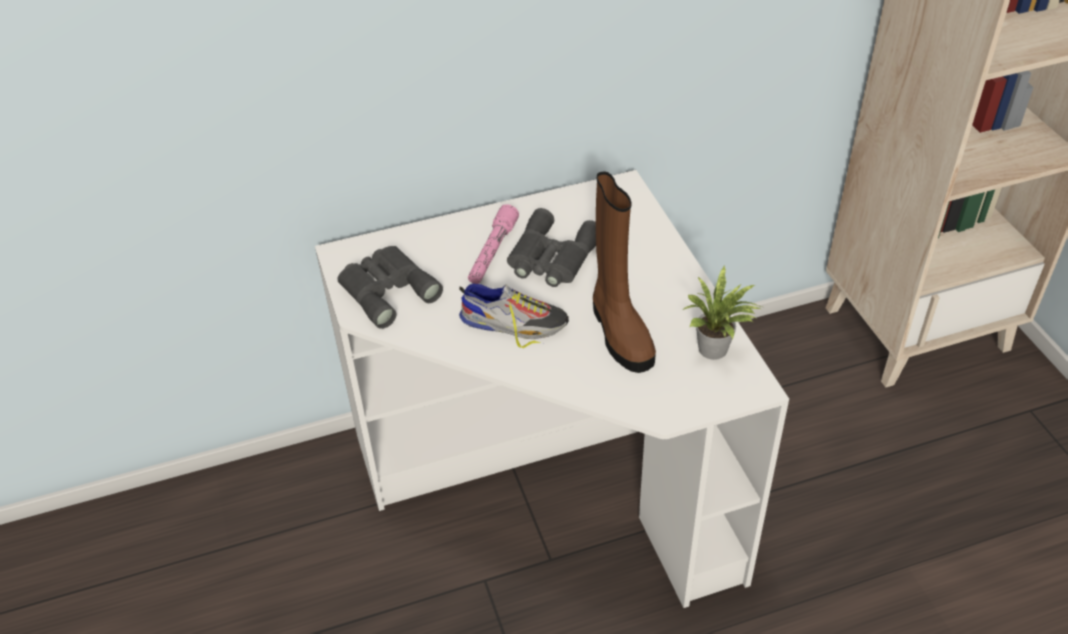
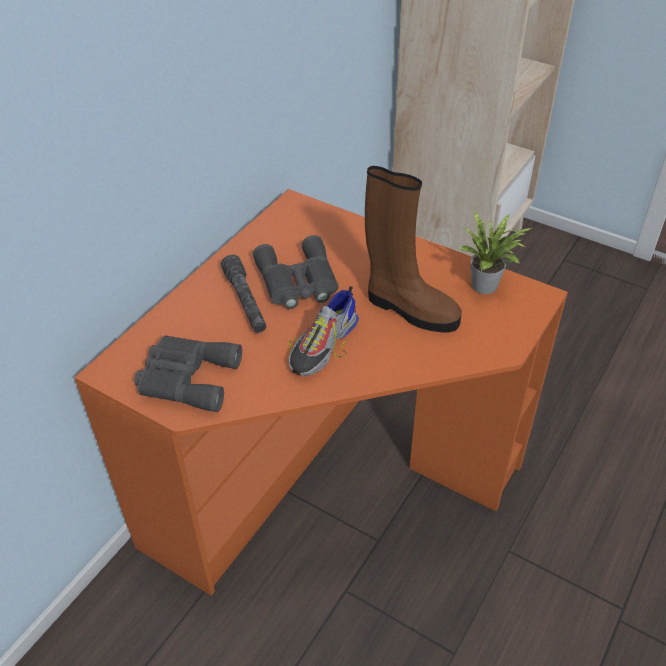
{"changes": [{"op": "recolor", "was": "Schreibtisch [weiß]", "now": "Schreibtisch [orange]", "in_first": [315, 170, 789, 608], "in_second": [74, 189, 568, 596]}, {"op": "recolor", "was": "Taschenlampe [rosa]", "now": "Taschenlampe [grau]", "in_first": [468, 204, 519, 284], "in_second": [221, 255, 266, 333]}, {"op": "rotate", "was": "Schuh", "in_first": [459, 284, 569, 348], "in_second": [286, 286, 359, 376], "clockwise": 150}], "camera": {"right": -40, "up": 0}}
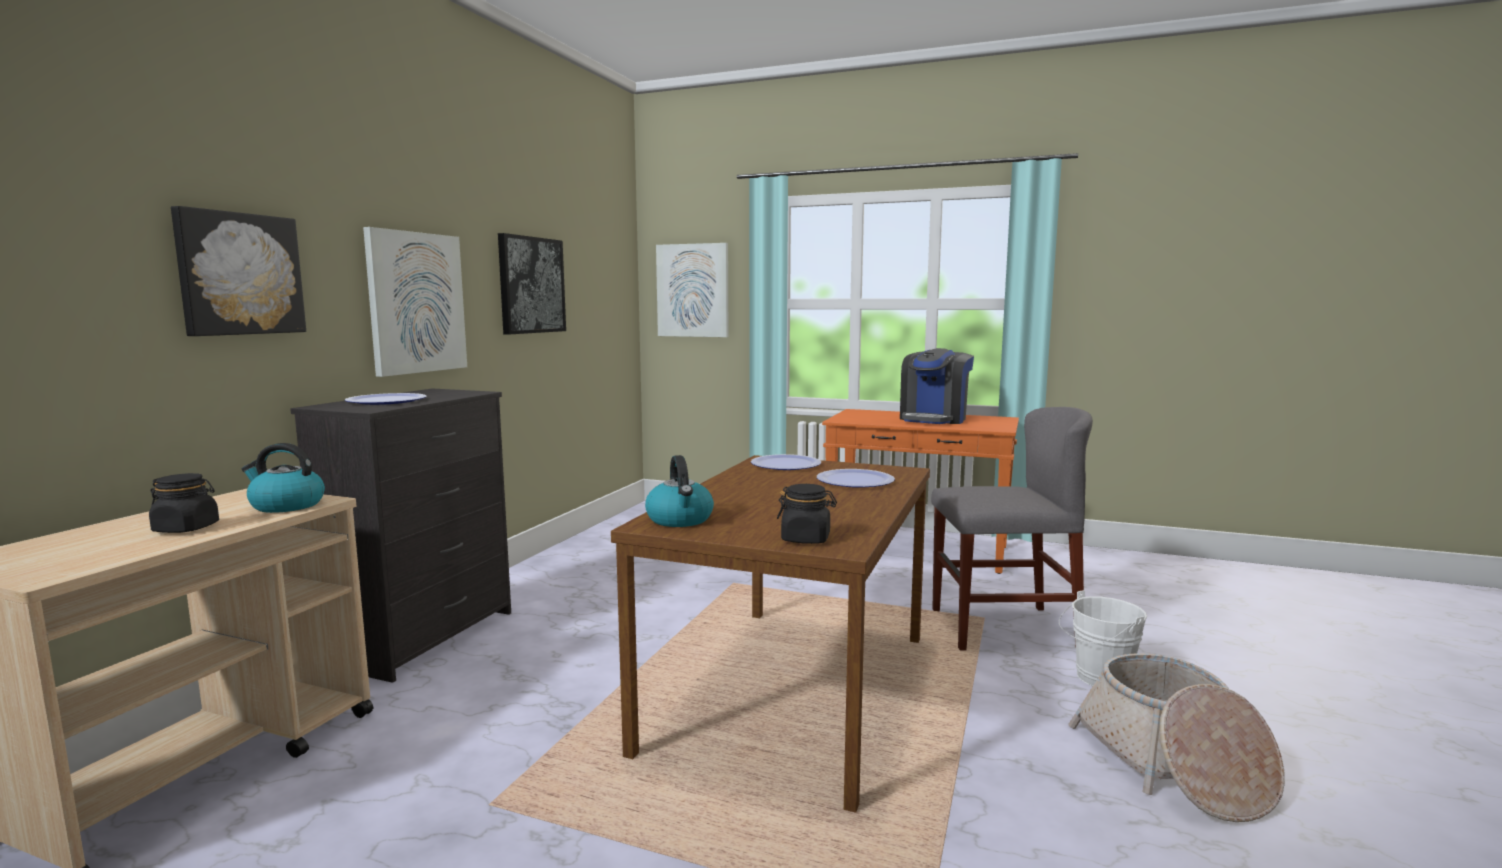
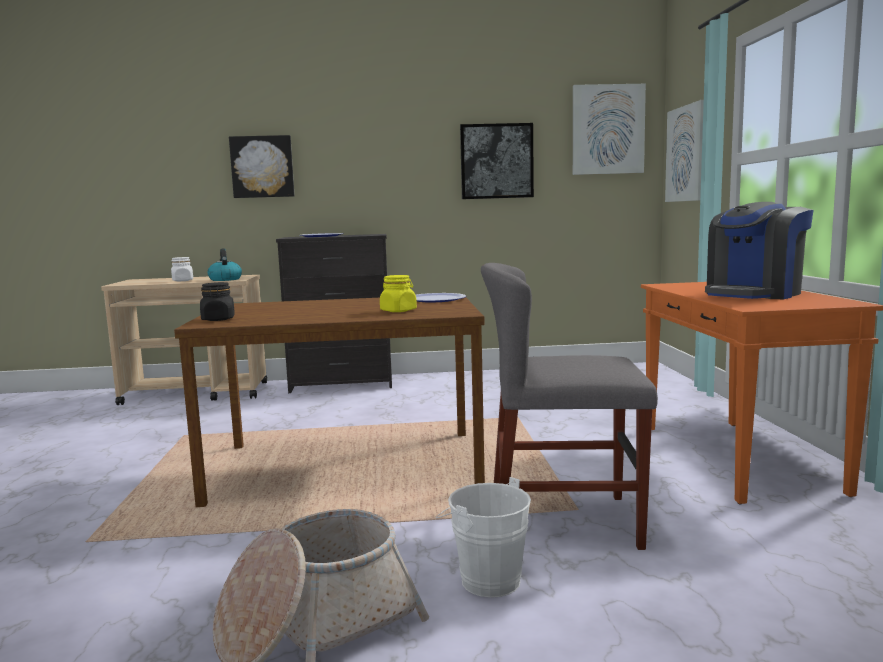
{"changes": [{"op": "delete", "was": "Wasserkessel", "in_first": [645, 455, 714, 527]}, {"op": "move", "was": "Bild", "in_first": [363, 227, 467, 377], "in_second": [573, 84, 646, 175]}, {"op": "replace", "was": "Teller", "now": "Vorratsglas [gelb]", "in_first": [817, 469, 895, 488], "in_second": [380, 275, 417, 312]}, {"op": "recolor", "was": "Vorratsglas [schwarz]", "now": "Vorratsglas [weiß]", "in_first": [149, 473, 219, 533], "in_second": [171, 257, 193, 281]}, {"op": "rotate", "was": "Kaffeemaschine", "in_first": [900, 348, 974, 424], "in_second": [705, 202, 814, 299], "clockwise": -45}, {"op": "rotate", "was": "Stuhl [grau]", "in_first": [931, 407, 1093, 650], "in_second": [481, 263, 658, 550], "clockwise": 120}], "camera": {"right": 65, "up": 0}}
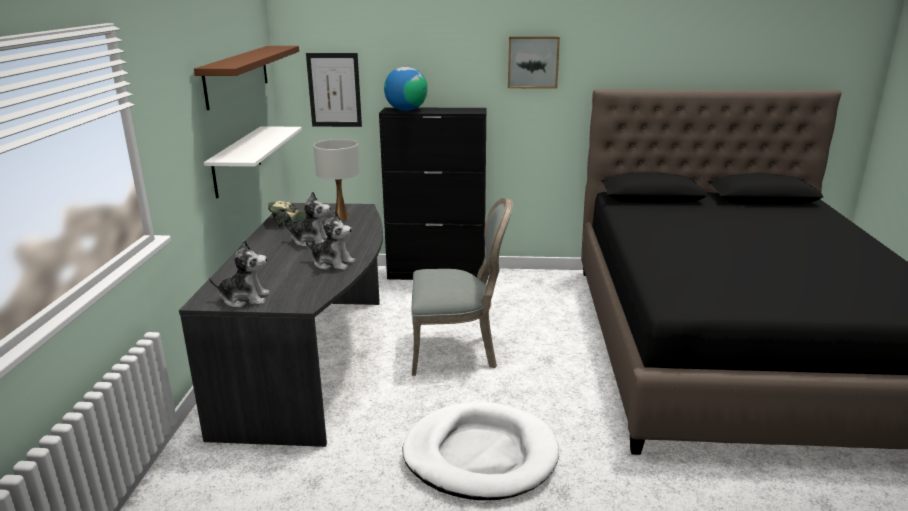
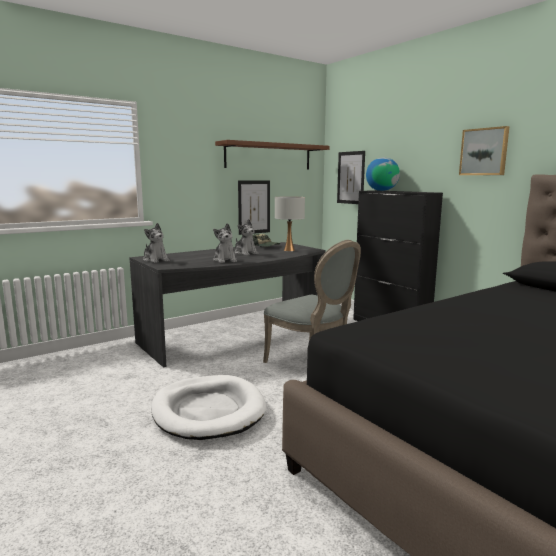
{"changes": [{"op": "replace", "was": "Wandregal [weiß]", "now": "Bild", "in_first": [204, 126, 302, 198], "in_second": [238, 181, 270, 235]}], "camera": {"right": 50, "up": -10}}
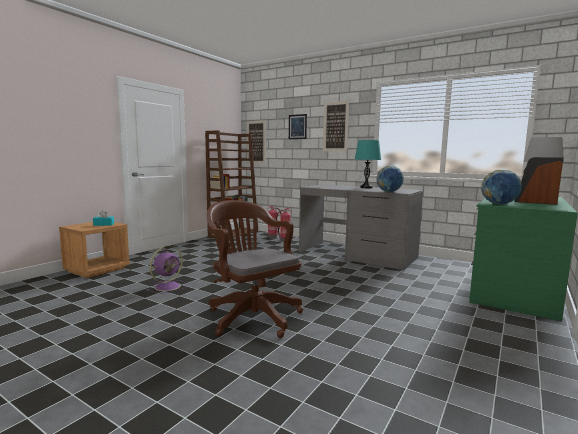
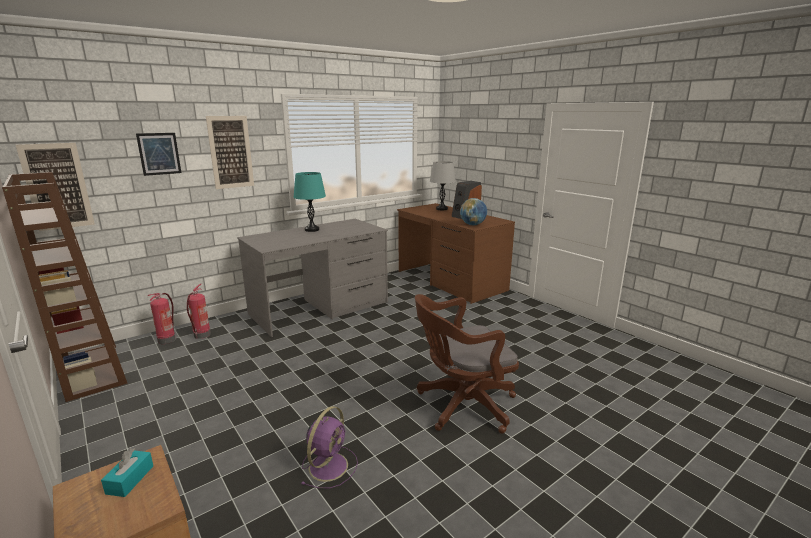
{"changes": [{"op": "delete", "was": "Globus", "in_first": [376, 165, 404, 192]}, {"op": "recolor", "was": "Schreibtisch [grün]", "now": "Schreibtisch [braun]", "in_first": [469, 197, 578, 321], "in_second": [397, 203, 515, 304]}, {"op": "rotate", "was": "Ventilator [lila]", "in_first": [147, 245, 187, 293], "in_second": [301, 406, 358, 489], "clockwise": 60}], "camera": {"right": -70, "up": 10}}
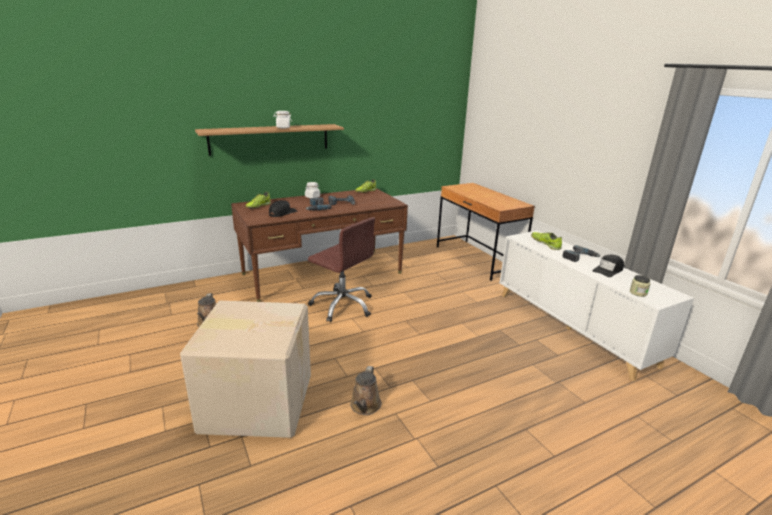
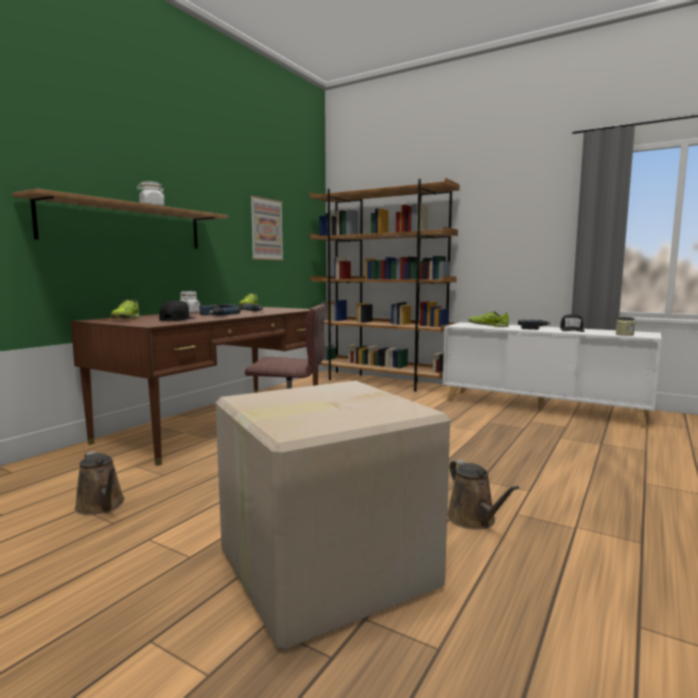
{"changes": [{"op": "insert", "now": "Bild", "in_second": [250, 196, 284, 260]}, {"op": "replace", "was": "Schreibtisch [braun]", "now": "Bücherregal [braun]", "in_first": [437, 183, 535, 281], "in_second": [310, 178, 460, 392]}], "camera": {"right": -30, "up": -15}}
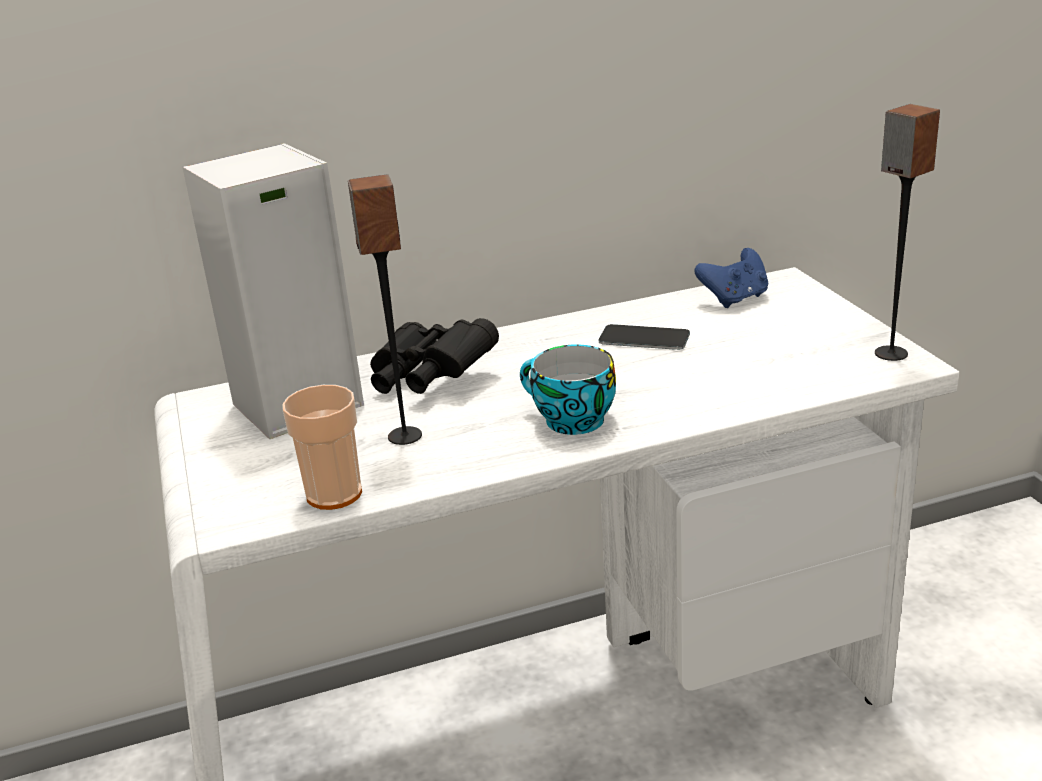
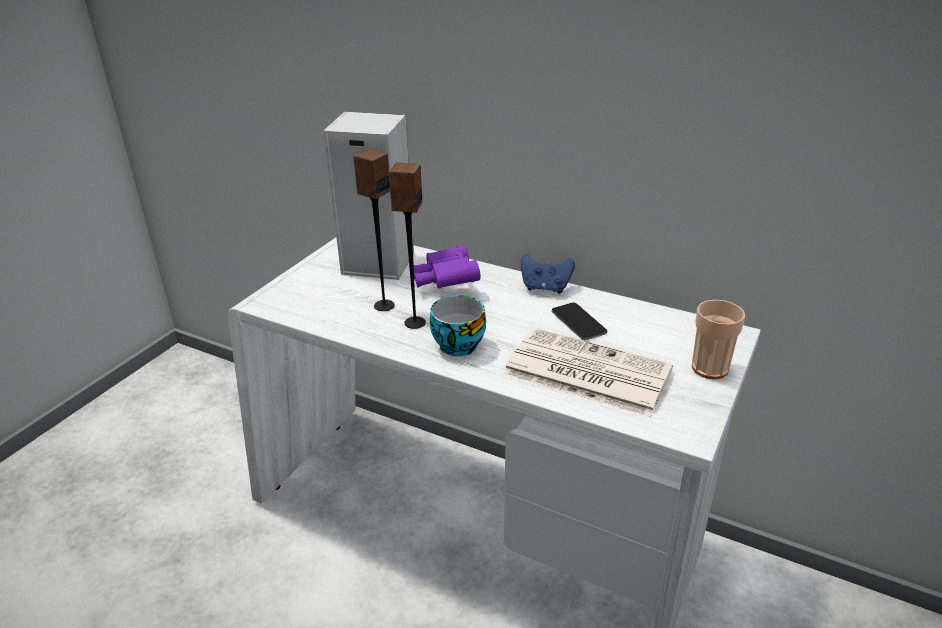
{"changes": [{"op": "insert", "now": "Zeitung", "in_second": [503, 328, 673, 417]}, {"op": "move", "was": "Tasse", "in_first": [282, 385, 362, 510], "in_second": [692, 300, 745, 379]}, {"op": "move", "was": "Gamepad [blau]", "in_first": [694, 248, 768, 308], "in_second": [521, 254, 575, 293]}, {"op": "move", "was": "Lautsprecher", "in_first": [875, 104, 940, 361], "in_second": [389, 163, 426, 329]}, {"op": "recolor", "was": "Fernglas [schwarz]", "now": "Fernglas [lila]", "in_first": [370, 318, 499, 394], "in_second": [414, 245, 481, 288]}], "camera": {"right": 45, "up": 5}}
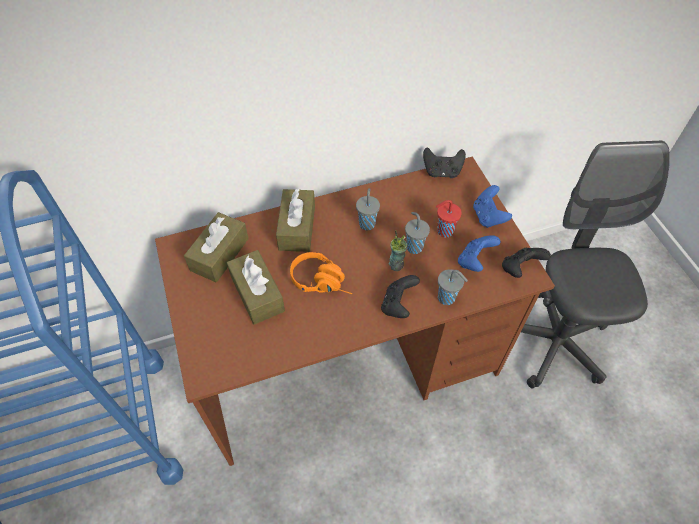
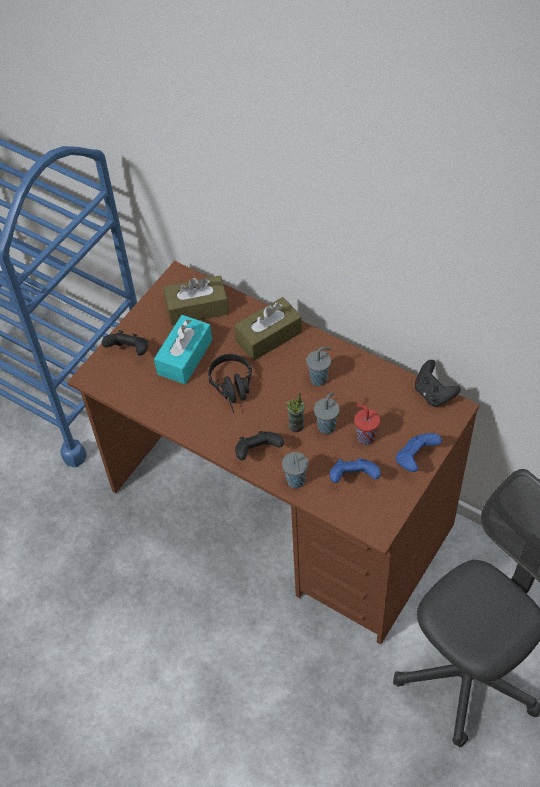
{"changes": [{"op": "move", "was": "Gamepad [schwarz]", "in_first": [502, 248, 551, 278], "in_second": [102, 330, 148, 356]}, {"op": "recolor", "was": "Taschentuchbox [braun]", "now": "Taschentuchbox [türkis]", "in_first": [227, 250, 285, 325], "in_second": [154, 315, 212, 384]}, {"op": "recolor", "was": "Kopfhörer [orange]", "now": "Kopfhörer [schwarz]", "in_first": [290, 252, 352, 294], "in_second": [209, 354, 252, 413]}], "camera": {"right": 55, "up": 0}}
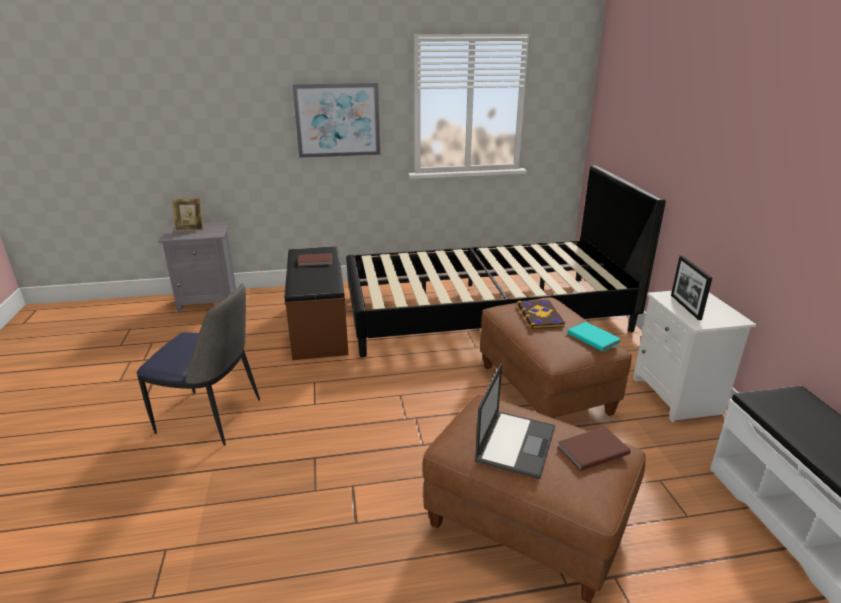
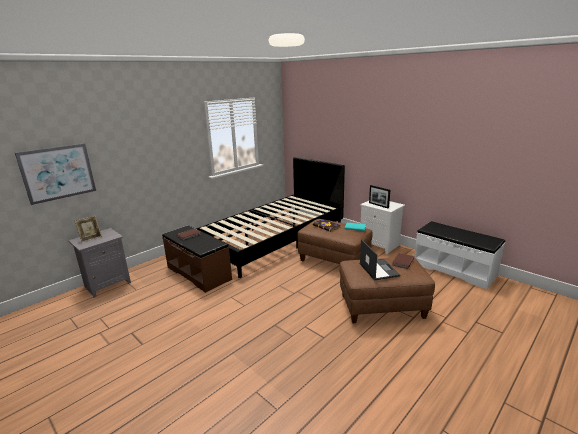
{"changes": [{"op": "delete", "was": "Stuhl", "in_first": [136, 283, 260, 446]}, {"op": "move", "was": "Bild", "in_first": [292, 83, 380, 158], "in_second": [15, 143, 96, 205]}], "camera": {"right": -35, "up": -5}}
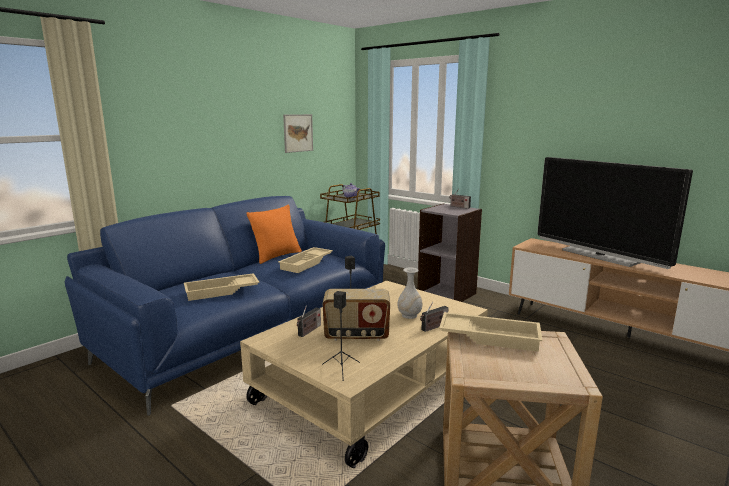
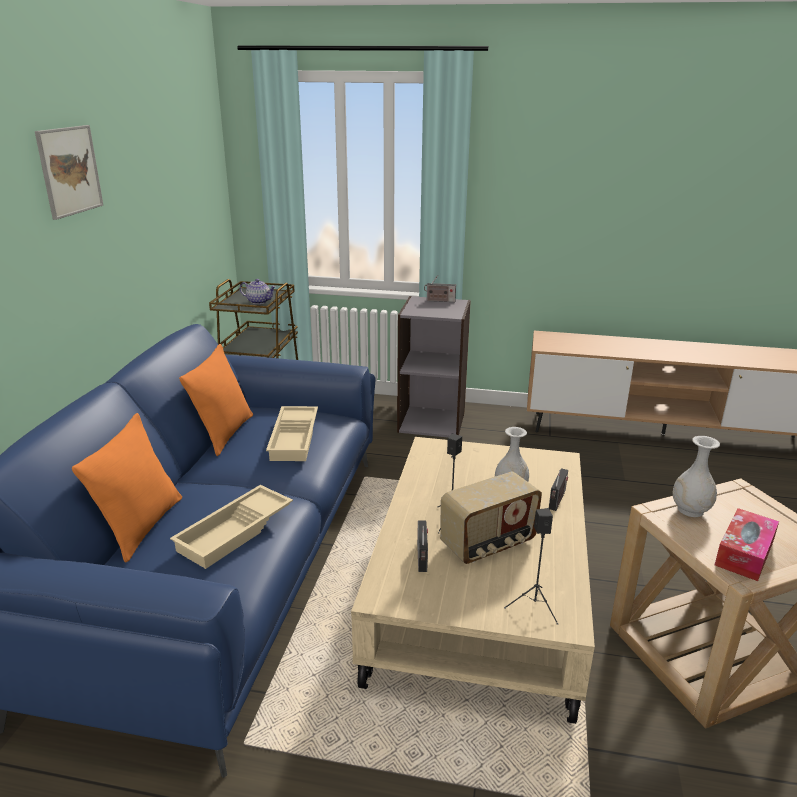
{"changes": [{"op": "delete", "was": "Fernseher", "in_first": [537, 157, 693, 269]}, {"op": "insert", "now": "Kissen [orange]", "in_second": [72, 413, 182, 562]}, {"op": "insert", "now": "Taschentuchbox", "in_second": [715, 508, 779, 581]}, {"op": "move", "was": "Bild", "in_first": [283, 114, 313, 153], "in_second": [35, 125, 103, 220]}, {"op": "replace", "was": "Tablett [beige]", "now": "Vase [weiß]", "in_first": [439, 312, 542, 352], "in_second": [673, 436, 720, 517]}], "camera": {"right": -30, "up": 10}}
